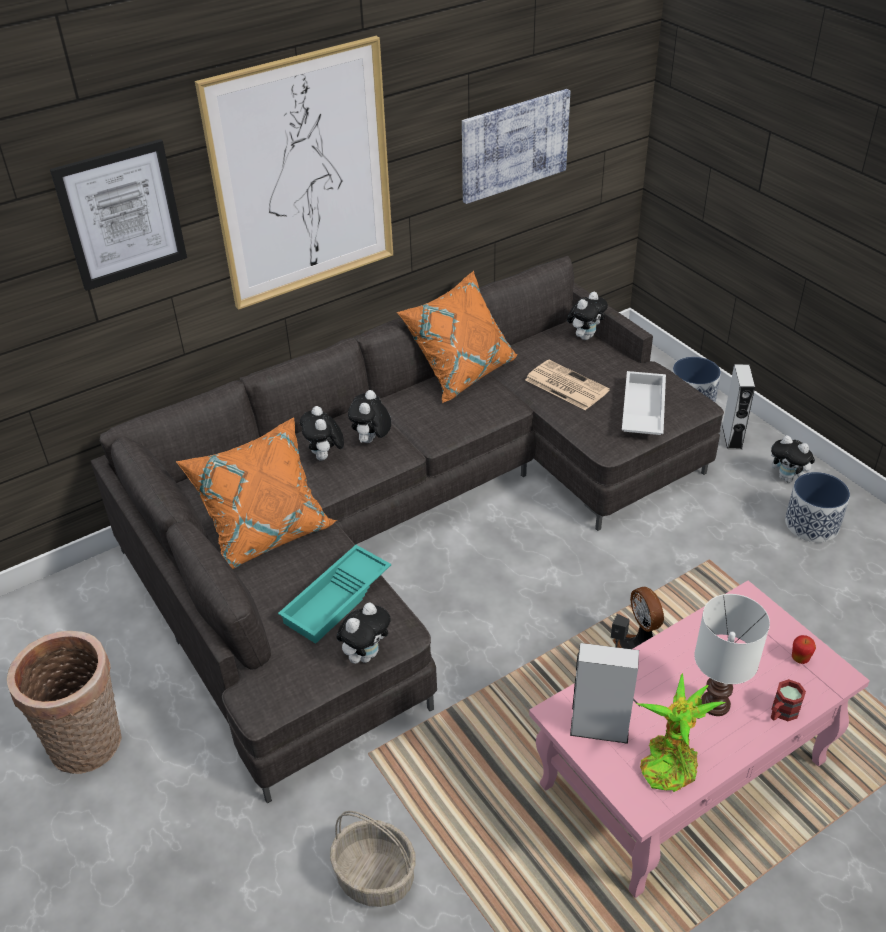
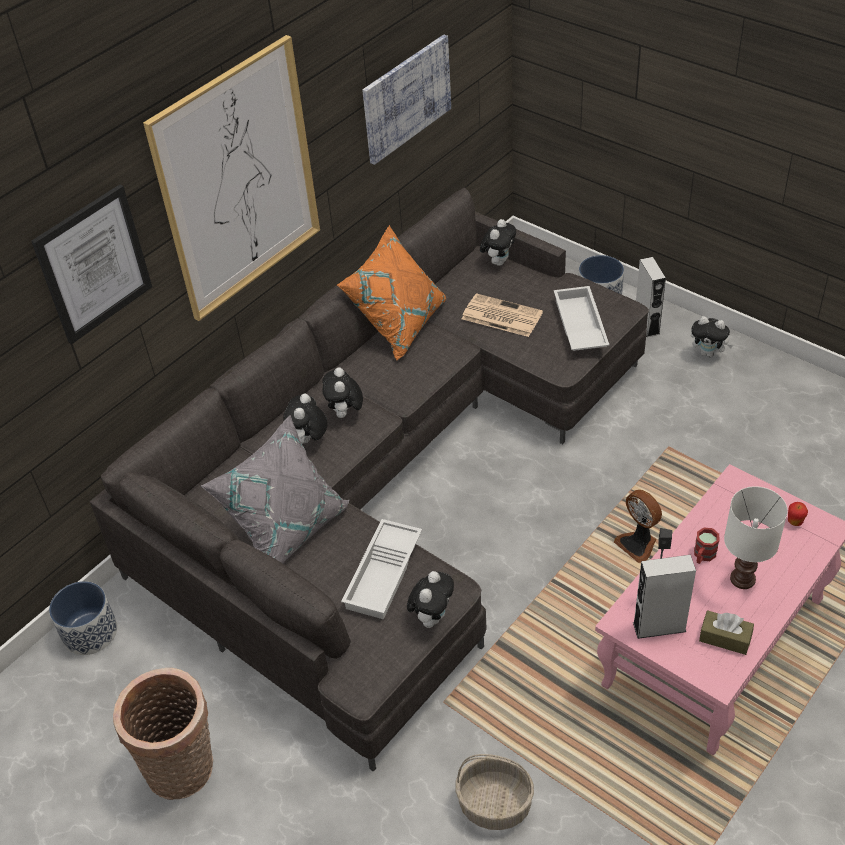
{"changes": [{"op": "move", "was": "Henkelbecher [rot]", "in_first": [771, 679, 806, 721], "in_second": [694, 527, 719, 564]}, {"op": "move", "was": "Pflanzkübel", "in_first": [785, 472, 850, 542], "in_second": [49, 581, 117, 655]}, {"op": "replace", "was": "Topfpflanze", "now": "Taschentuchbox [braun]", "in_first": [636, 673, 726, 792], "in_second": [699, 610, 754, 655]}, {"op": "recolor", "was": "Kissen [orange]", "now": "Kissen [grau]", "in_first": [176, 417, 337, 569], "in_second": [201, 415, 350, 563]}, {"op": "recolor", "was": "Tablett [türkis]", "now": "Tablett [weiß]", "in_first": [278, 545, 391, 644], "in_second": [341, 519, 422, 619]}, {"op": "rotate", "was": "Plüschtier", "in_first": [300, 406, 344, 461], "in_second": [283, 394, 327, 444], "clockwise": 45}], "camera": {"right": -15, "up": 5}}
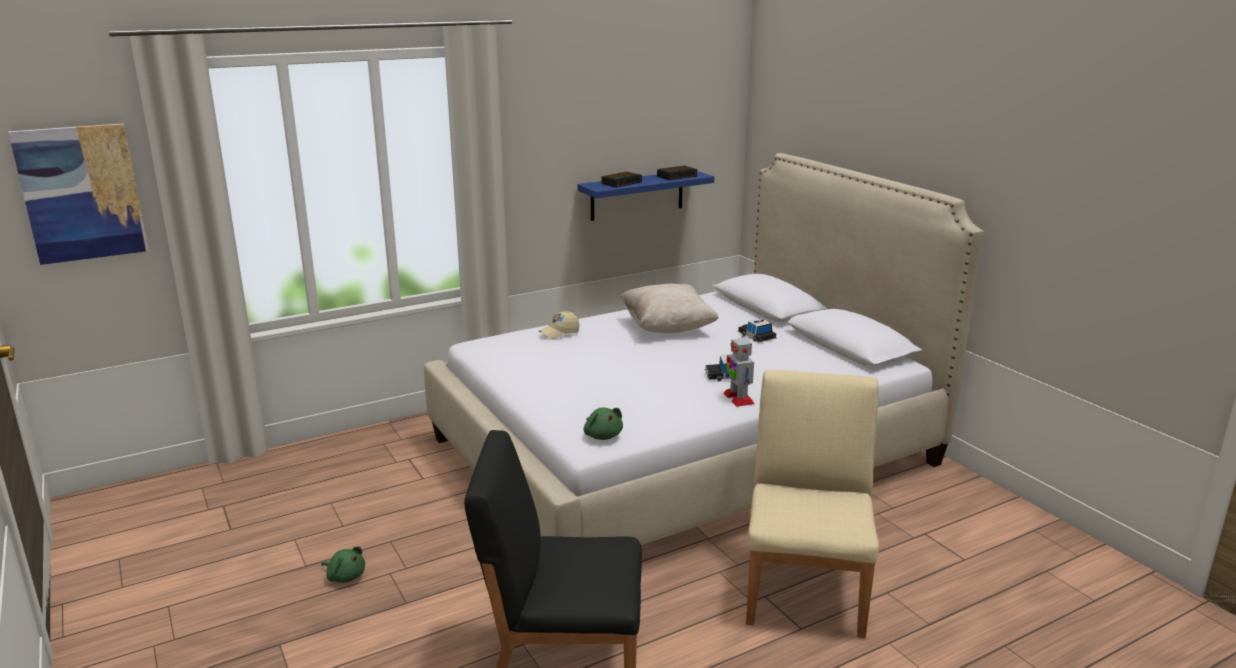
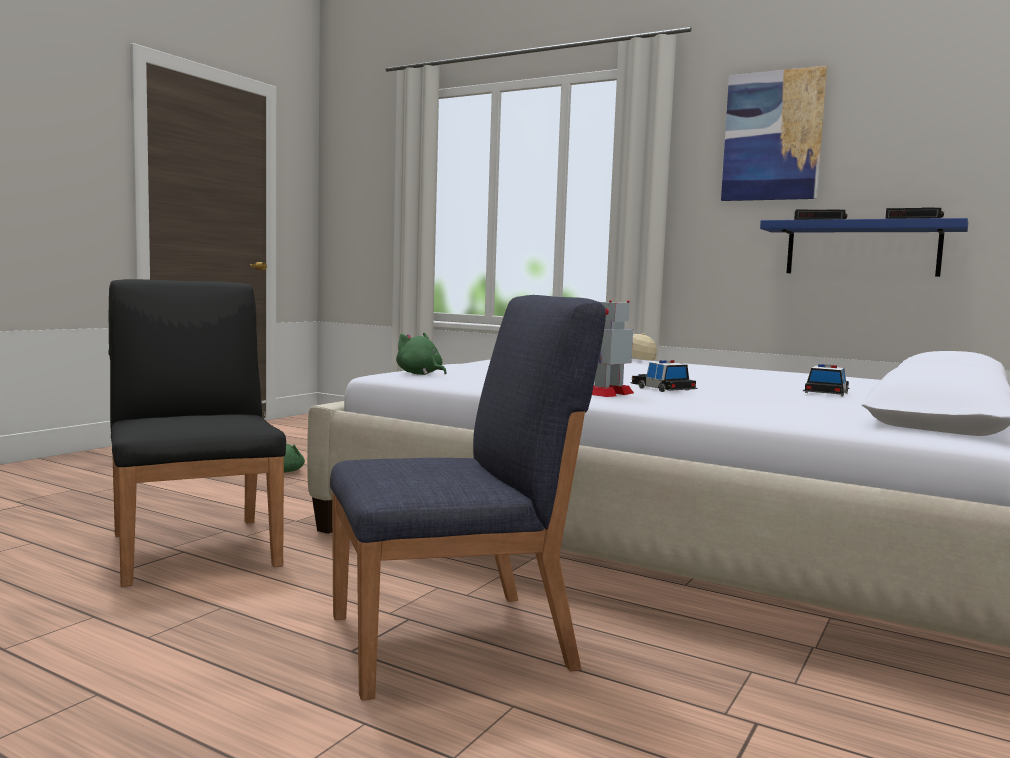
{"changes": [{"op": "delete", "was": "Kissen [beige]", "in_first": [620, 284, 719, 333]}, {"op": "move", "was": "Bild", "in_first": [8, 123, 148, 265], "in_second": [721, 65, 827, 201]}, {"op": "recolor", "was": "Stuhl [beige]", "now": "Stuhl [blau]", "in_first": [746, 370, 879, 639], "in_second": [330, 295, 606, 701]}, {"op": "rotate", "was": "Plüschtier [grün]", "in_first": [584, 407, 623, 440], "in_second": [396, 332, 447, 375], "clockwise": 105}], "camera": {"right": 60, "up": -15}}
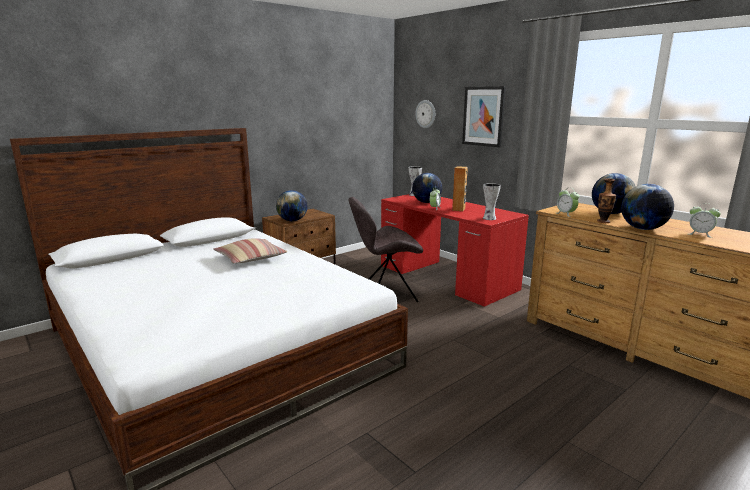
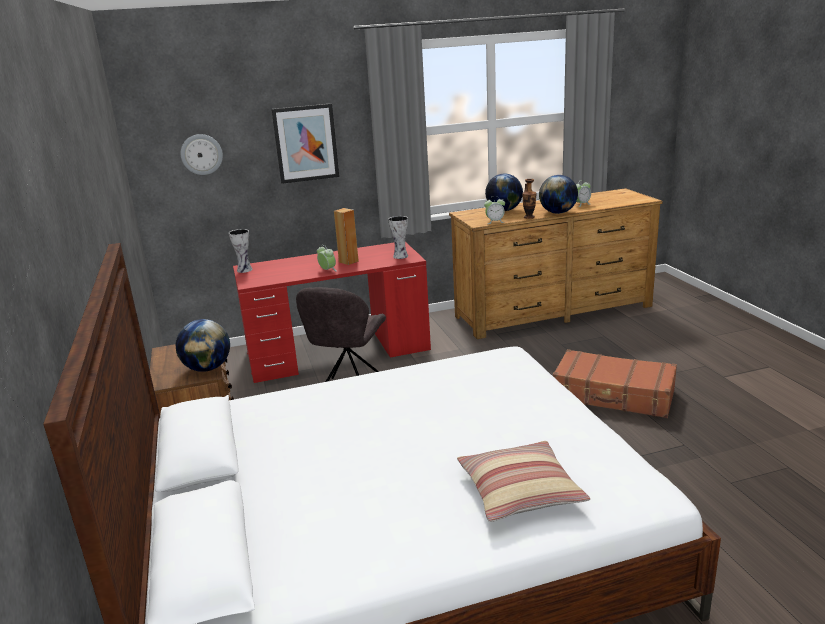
{"changes": [{"op": "delete", "was": "Globus", "in_first": [412, 173, 442, 203]}, {"op": "insert", "now": "Koffer [braun]", "in_second": [553, 349, 677, 418]}, {"op": "move", "was": "Kissen", "in_first": [213, 238, 287, 264], "in_second": [457, 441, 590, 522]}], "camera": {"right": -65, "up": 5}}
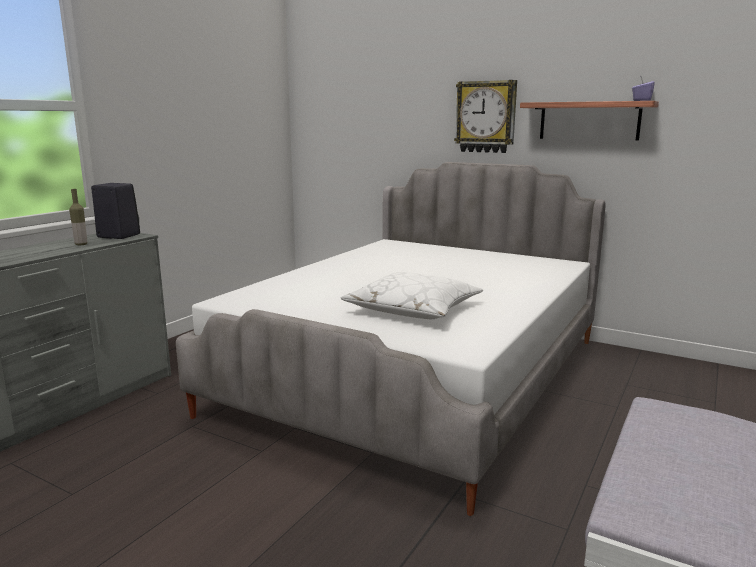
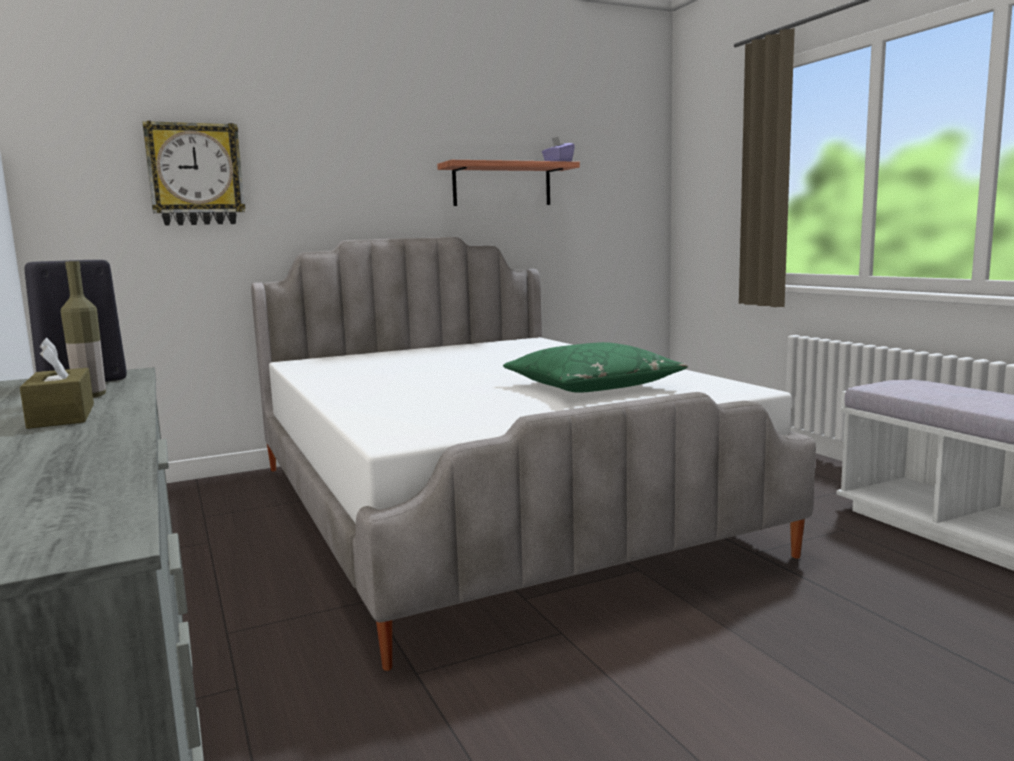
{"changes": [{"op": "insert", "now": "Taschentuchbox [braun]", "in_second": [20, 337, 94, 429]}, {"op": "move", "was": "Wanduhr", "in_first": [454, 80, 517, 153], "in_second": [142, 121, 245, 226]}, {"op": "recolor", "was": "Kissen [weiß]", "now": "Kissen [grün]", "in_first": [341, 272, 483, 319], "in_second": [503, 342, 688, 393]}], "camera": {"right": -55, "up": -5}}
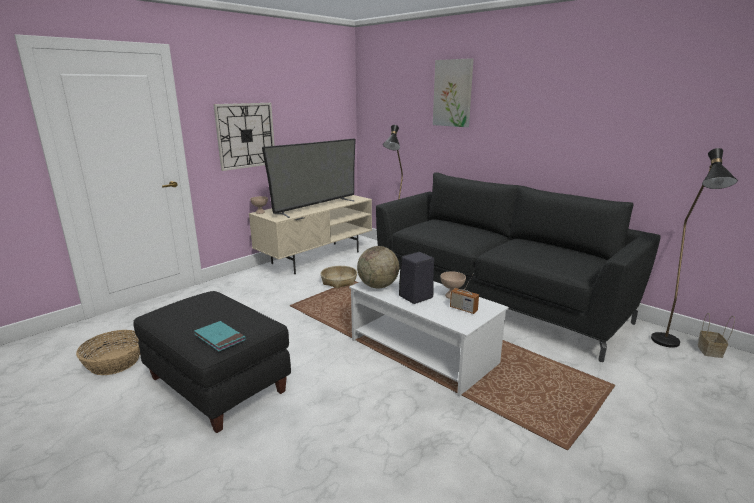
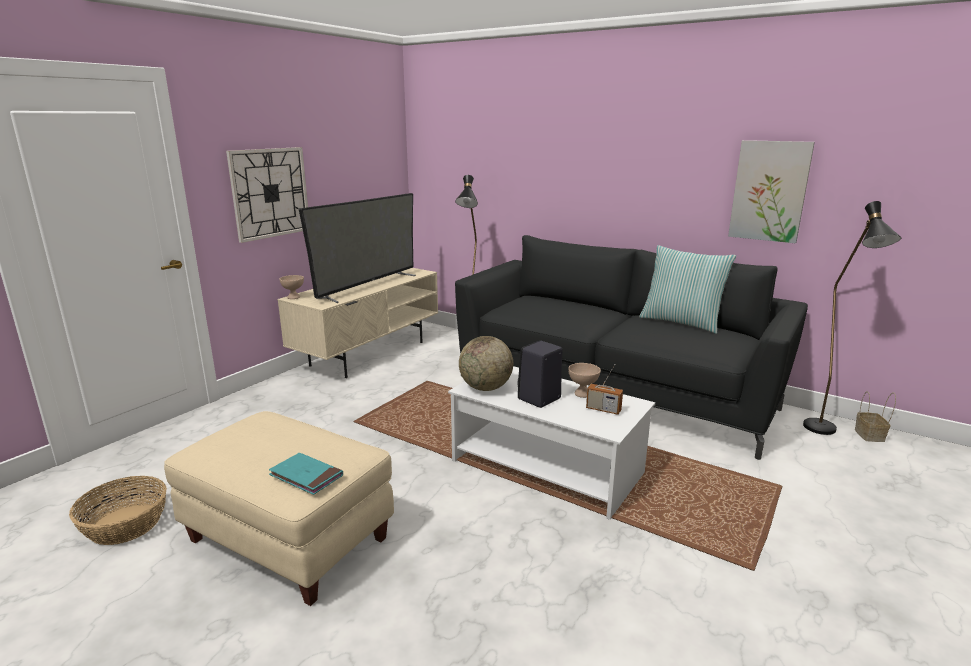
{"changes": [{"op": "delete", "was": "Korb", "in_first": [321, 266, 357, 288]}, {"op": "insert", "now": "Kissen", "in_second": [639, 245, 736, 334]}, {"op": "move", "was": "Bild", "in_first": [433, 58, 473, 127], "in_second": [728, 140, 815, 243]}, {"op": "recolor", "was": "Polsterhocker [schwarz]", "now": "Polsterhocker [beige]", "in_first": [133, 291, 291, 433], "in_second": [164, 411, 394, 606]}], "camera": {"right": -10, "up": 0}}
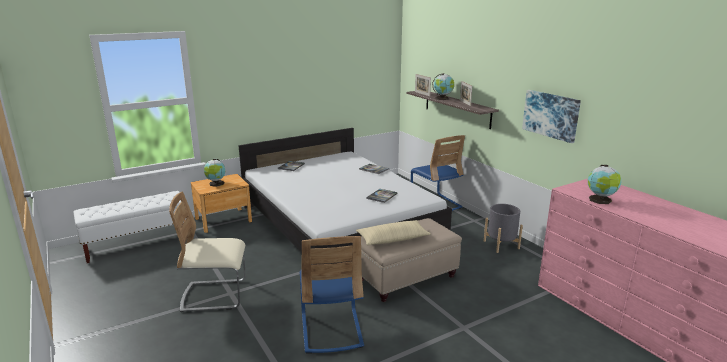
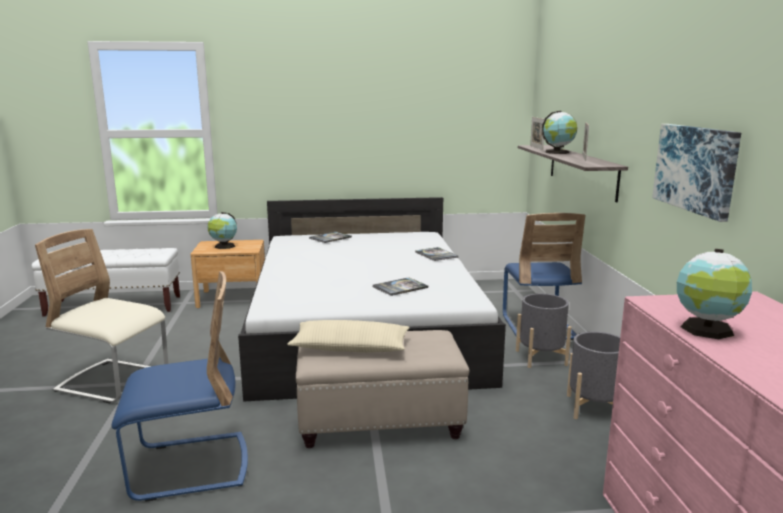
{"changes": [{"op": "insert", "now": "Pflanzkübel [grau]", "in_second": [516, 293, 572, 368]}, {"op": "rotate", "was": "Stuhl [blau]", "in_first": [300, 236, 364, 354], "in_second": [112, 271, 248, 501], "clockwise": -120}], "camera": {"right": 25, "up": -5}}
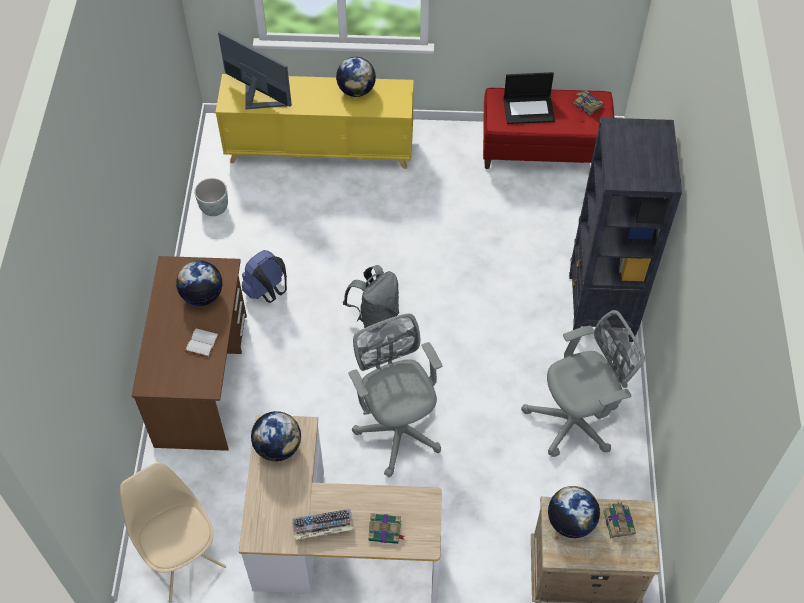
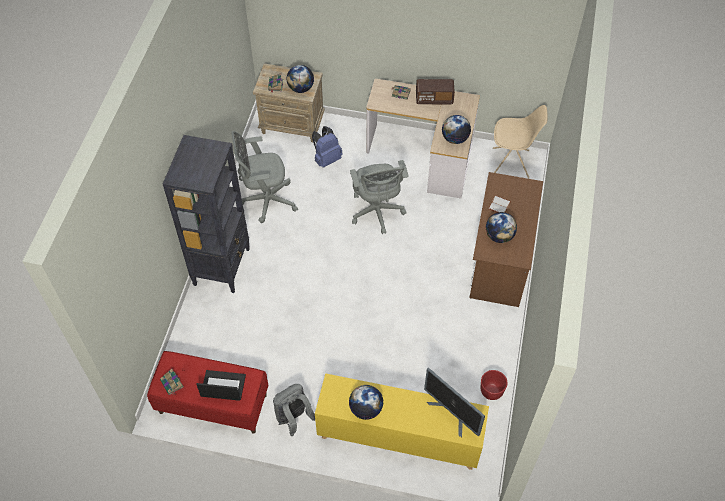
{"changes": [{"op": "move", "was": "Rucksack [blau]", "in_first": [242, 250, 287, 303], "in_second": [312, 126, 342, 168]}, {"op": "move", "was": "Rucksack [grau]", "in_first": [343, 265, 399, 331], "in_second": [273, 384, 315, 436]}, {"op": "replace", "was": "Tastatur", "now": "Radio", "in_first": [292, 509, 353, 540], "in_second": [416, 79, 455, 104]}, {"op": "recolor", "was": "Pflanzkübel [grau]", "now": "Pflanzkübel [rot]", "in_first": [194, 178, 228, 216], "in_second": [480, 370, 507, 400]}, {"op": "rotate", "was": "Stuhl [beige]", "in_first": [120, 462, 226, 602], "in_second": [493, 105, 548, 179], "clockwise": -60}], "camera": {"right": -170, "up": 0}}
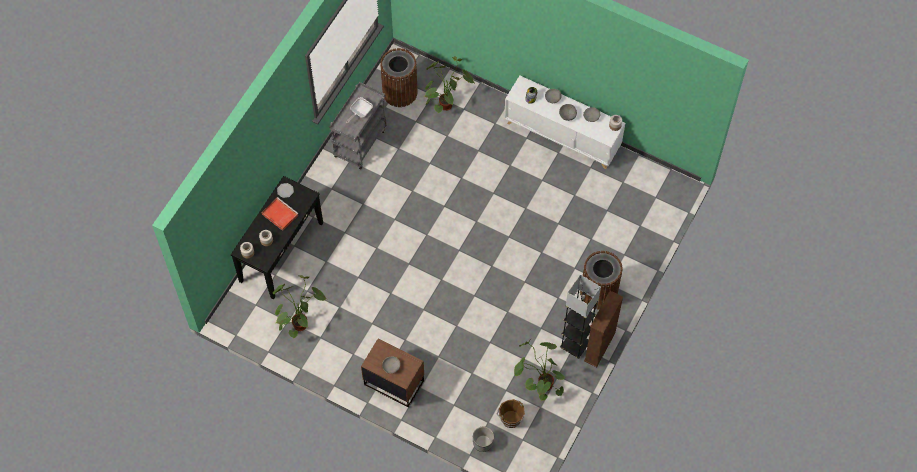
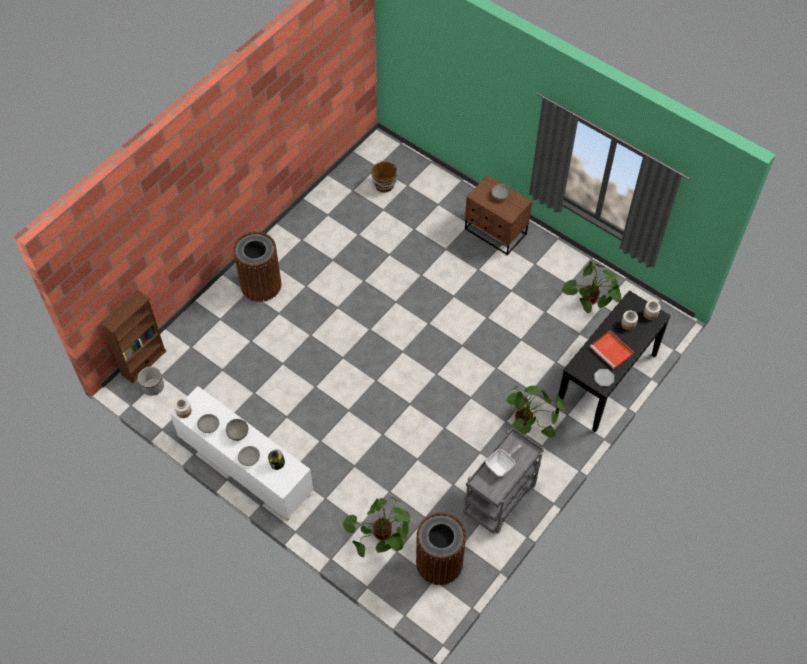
{"changes": [{"op": "delete", "was": "Stehlampe [grau]", "in_first": [560, 275, 601, 359]}, {"op": "move", "was": "Pflanzkübel", "in_first": [473, 427, 494, 452], "in_second": [138, 367, 164, 396]}, {"op": "move", "was": "Topfpflanze", "in_first": [514, 338, 565, 401], "in_second": [506, 386, 565, 438]}, {"op": "move", "was": "Bücherregal [braun]", "in_first": [584, 291, 623, 367], "in_second": [101, 290, 167, 384]}], "camera": {"right": -170, "up": -5}}
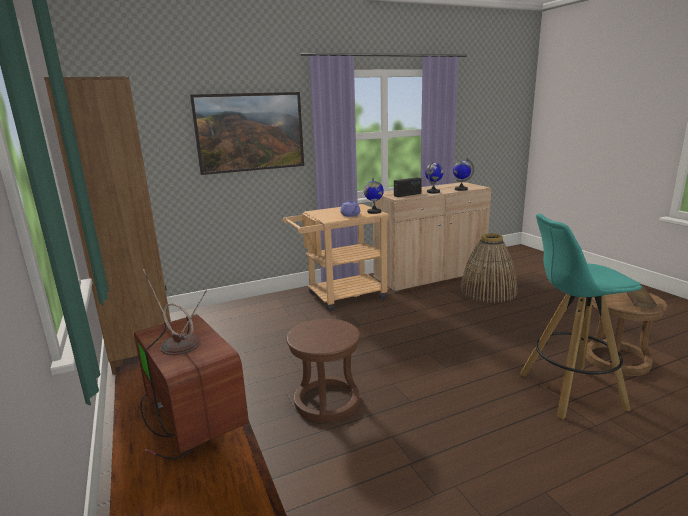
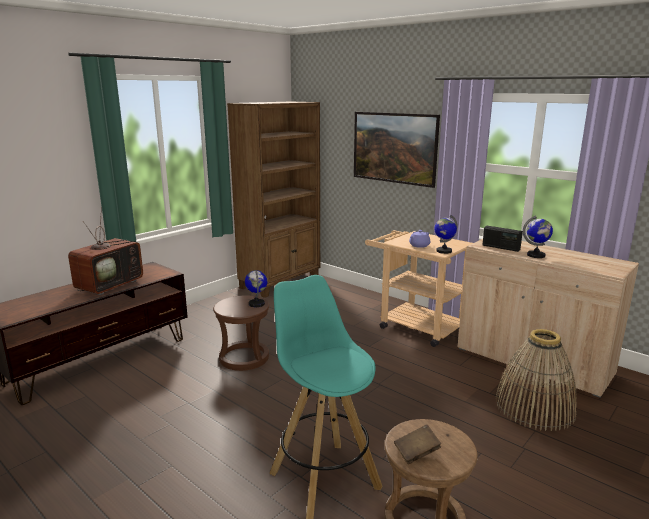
{"changes": [{"op": "move", "was": "Globus", "in_first": [453, 159, 474, 191], "in_second": [245, 270, 268, 307]}], "camera": {"right": 65, "up": 0}}
